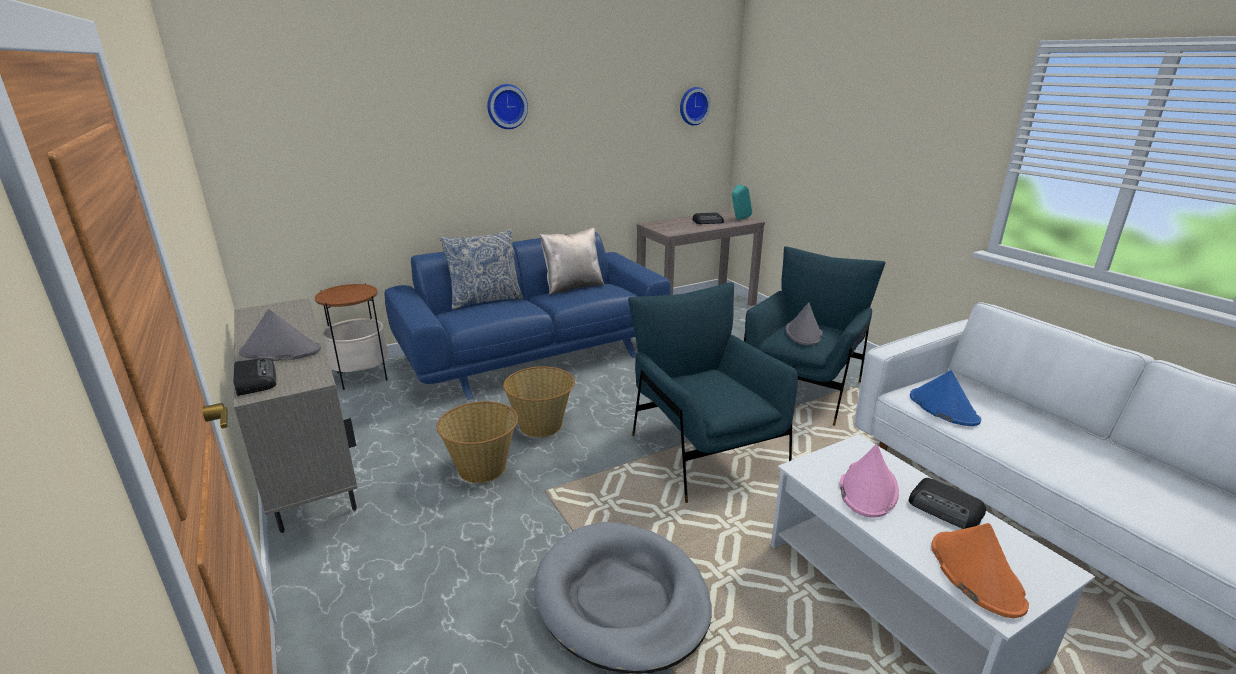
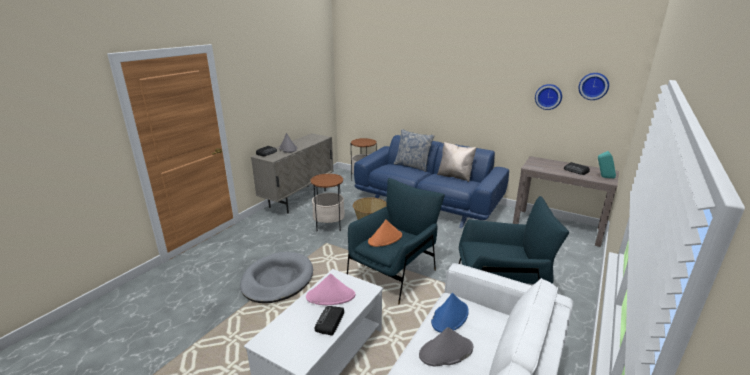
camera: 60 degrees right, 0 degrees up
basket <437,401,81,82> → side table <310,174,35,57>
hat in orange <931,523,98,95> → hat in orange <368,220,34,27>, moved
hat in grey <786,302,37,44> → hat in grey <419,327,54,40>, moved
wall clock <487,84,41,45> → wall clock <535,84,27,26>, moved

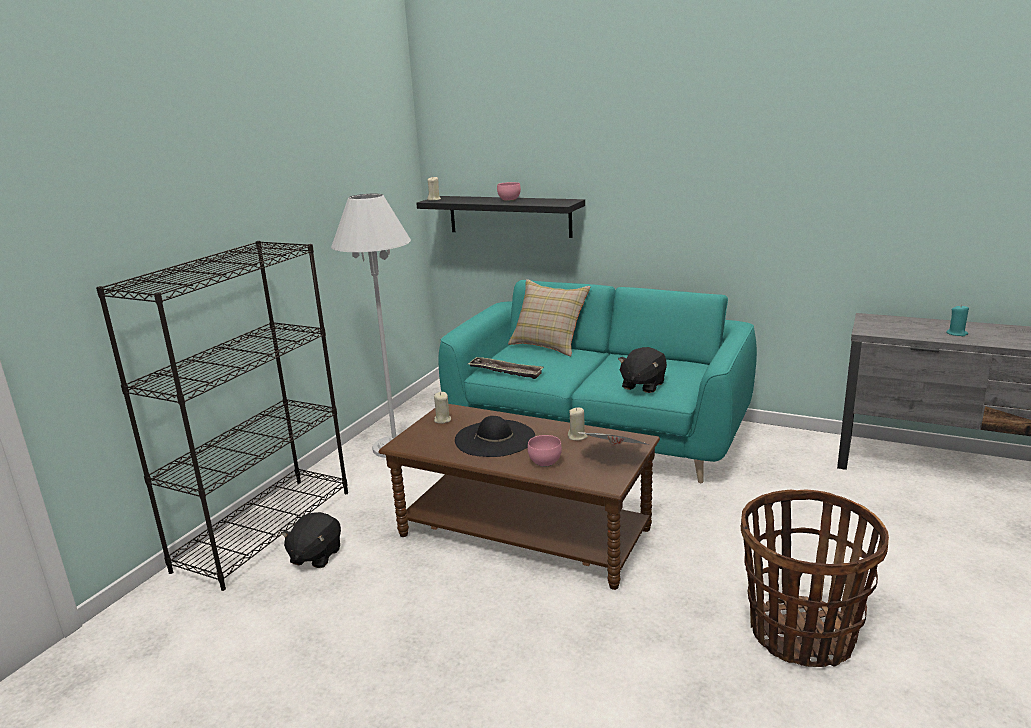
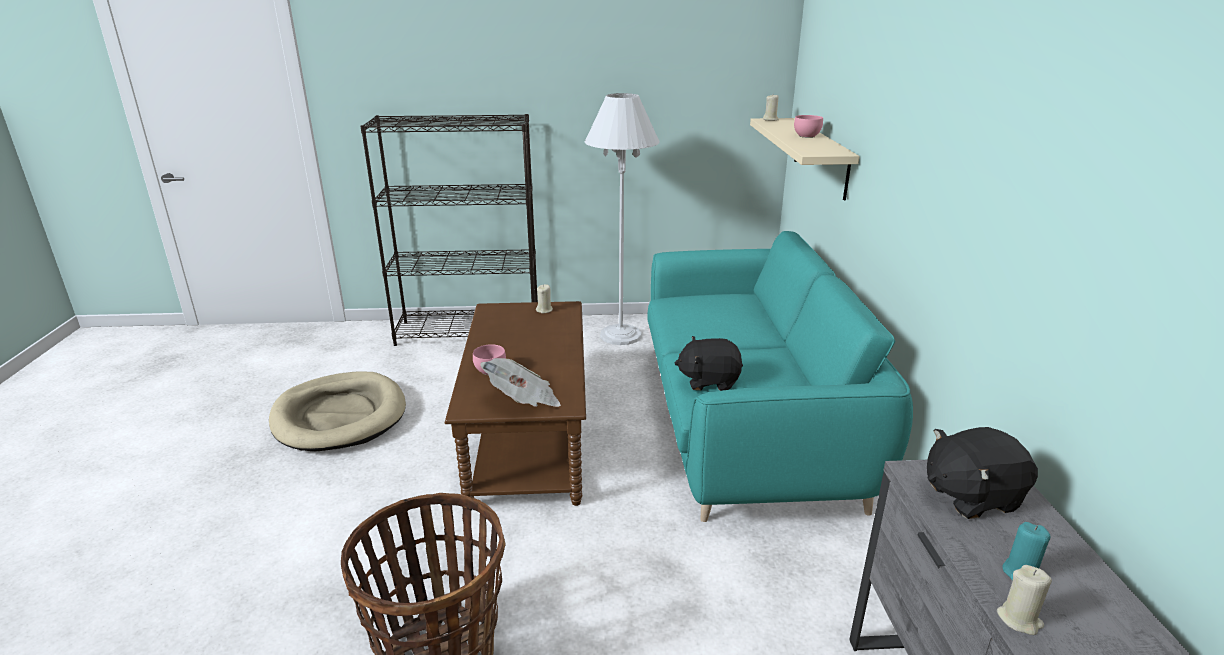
camera: 60 degrees right, 5 degrees up
- → dog bed in beige <269,371,137,81>
shelf in black <416,196,169,42> → shelf in beige <750,118,109,82>
plush toy in black <281,512,60,56> → plush toy in black <927,427,111,92>, moved
candle in beige <568,408,19,33> → candle in beige <997,565,55,70>, moved
hat in black <455,416,80,41> → -
tray <467,357,77,22> → -
pillow in beige <508,279,83,77> → -

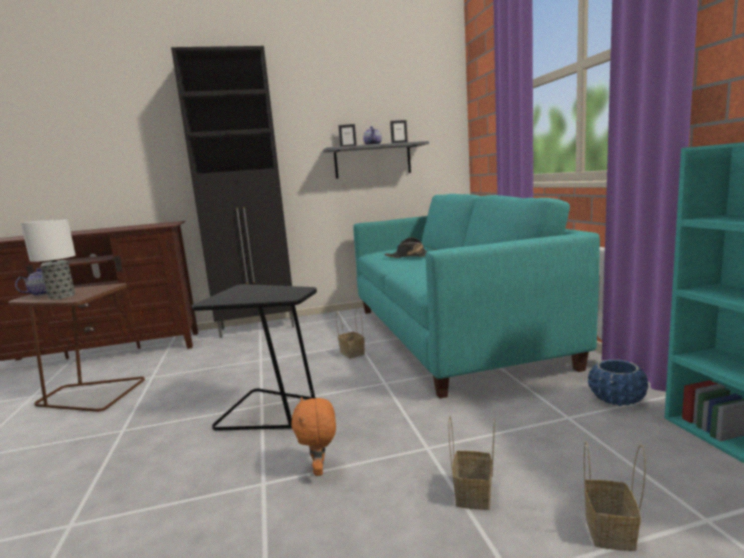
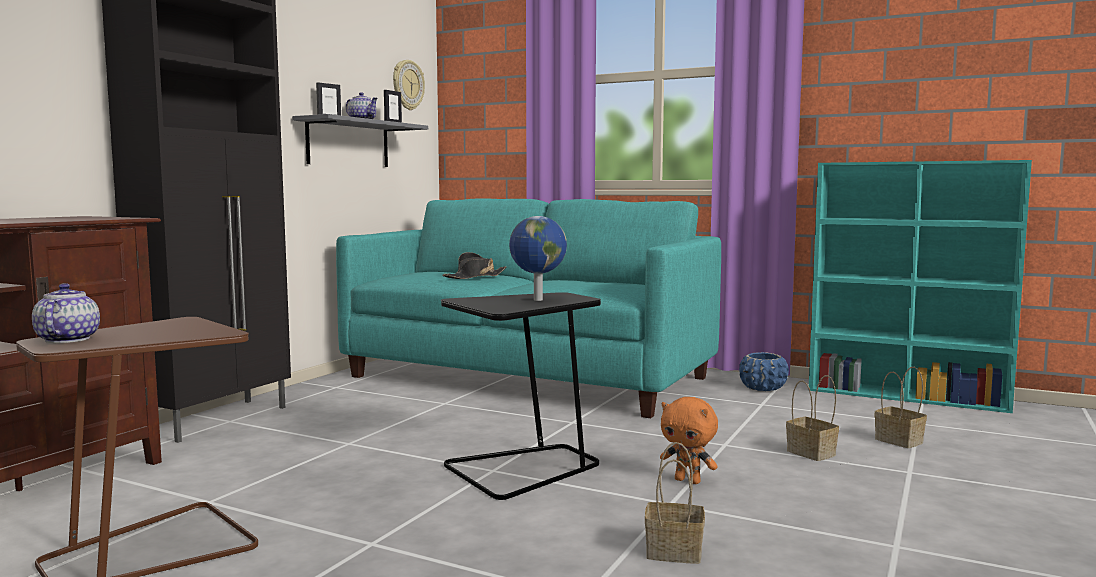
camera: 50 degrees left, 5 degrees down
- → wall clock <393,60,32,50>
- → globe <509,216,58,85>
basket <336,308,29,51> → basket <645,442,60,122>, moved
table lamp <21,218,55,82> → -

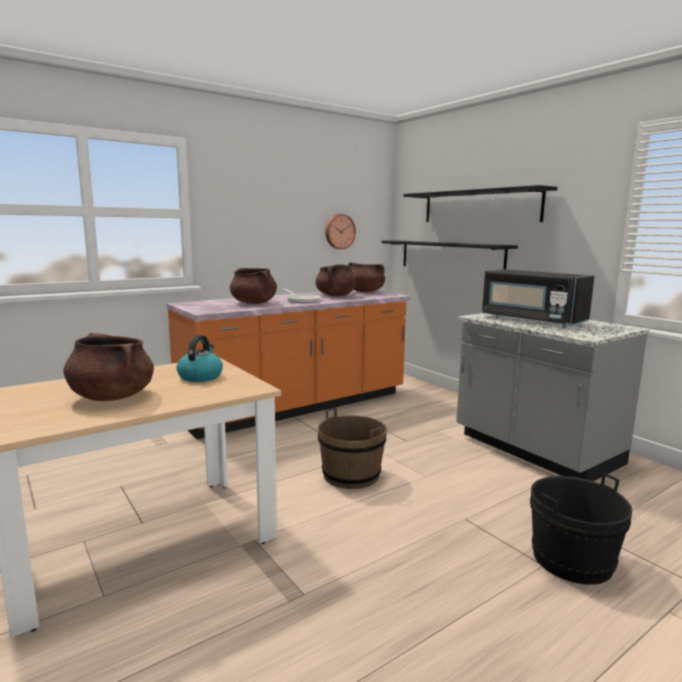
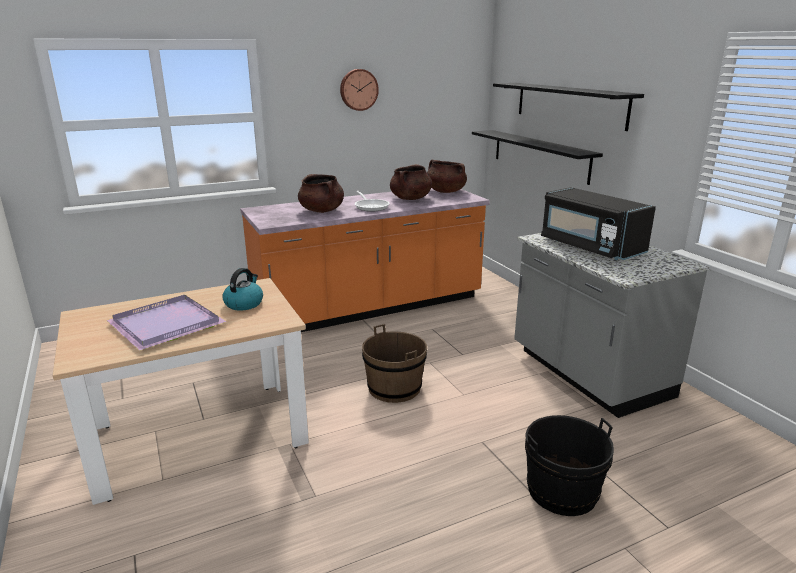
camera: 10 degrees right, 10 degrees up
cooking pot in brown <63,333,91,68> → tray in purple <106,295,120,55>
wall clock <325,214,31,35> → wall clock <340,69,39,42>, moved

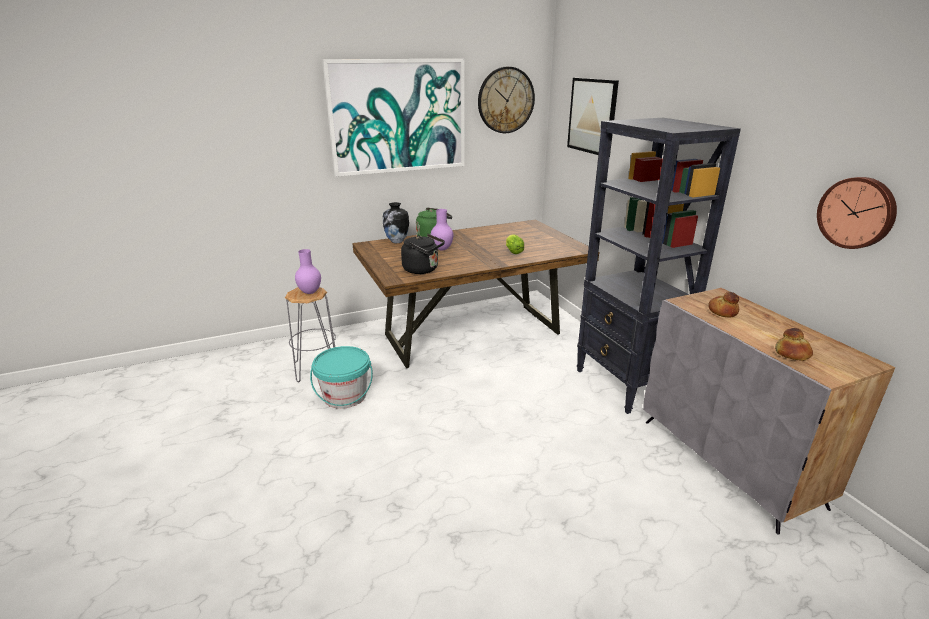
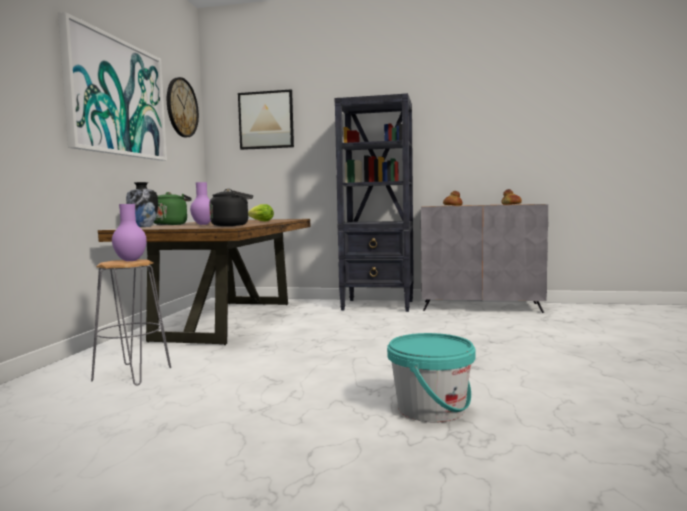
camera: 55 degrees left, 20 degrees down
bucket in turquoise <310,346,63,63> → bucket in turquoise <387,333,88,90>, moved
wall clock <817,177,80,72> → -

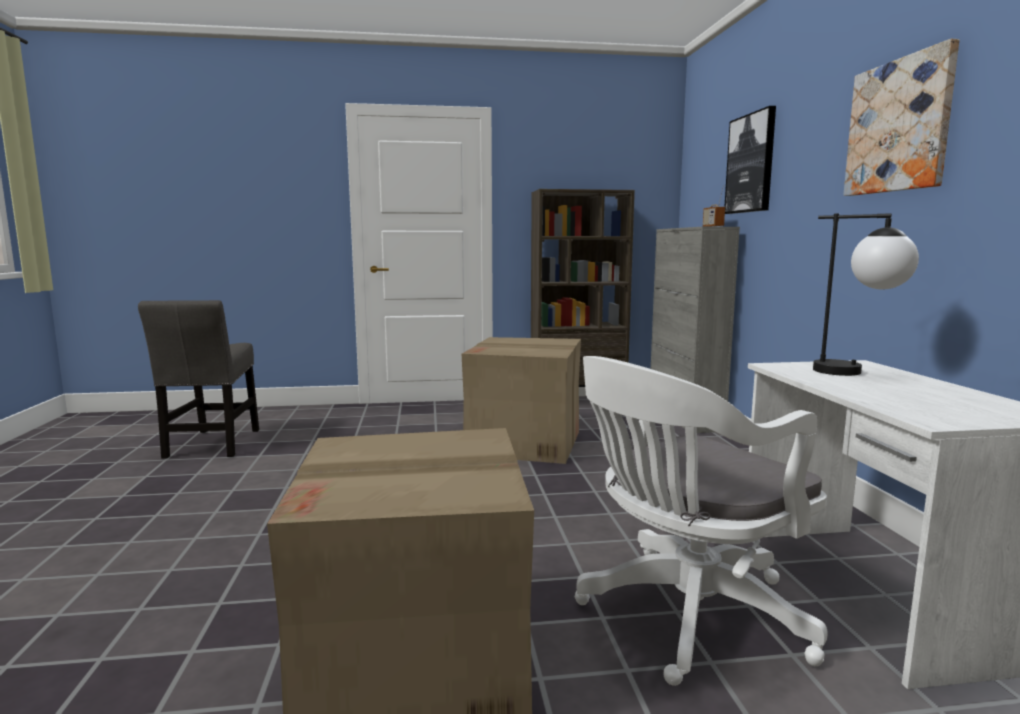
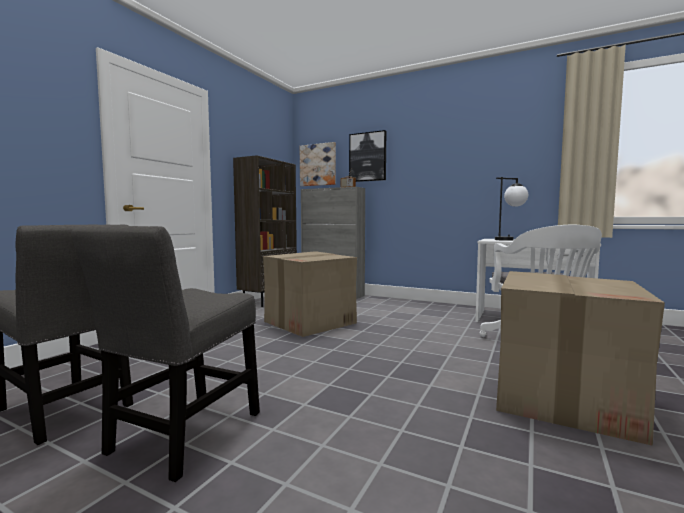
camera: 55 degrees left, 5 degrees down
- → chair in grey <71,226,189,256>
picture <843,39,117,157> → picture <300,142,36,44>, moved

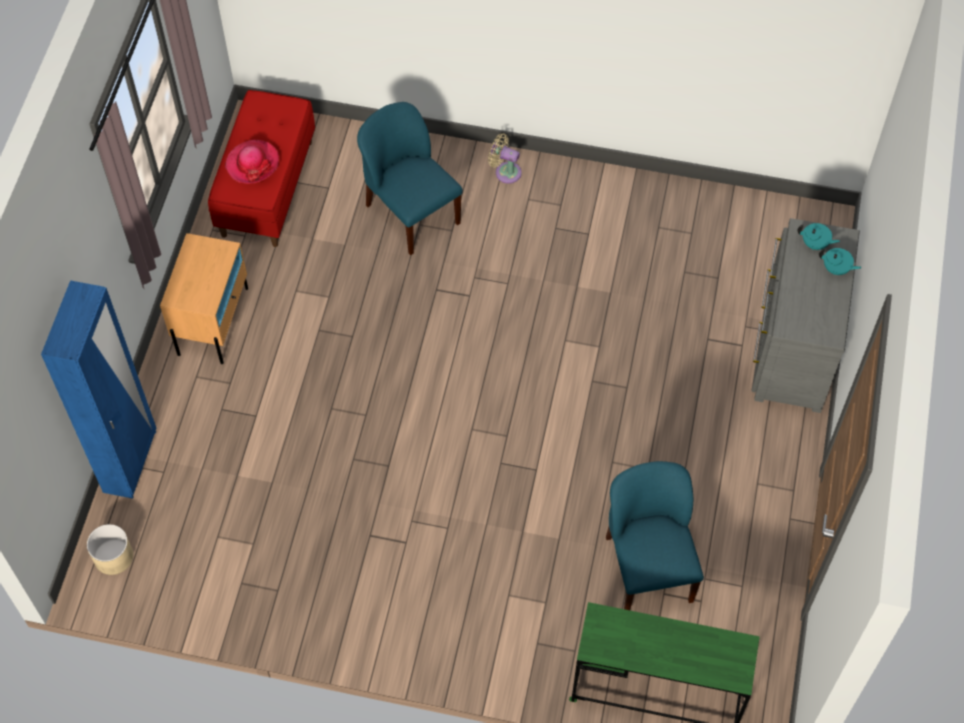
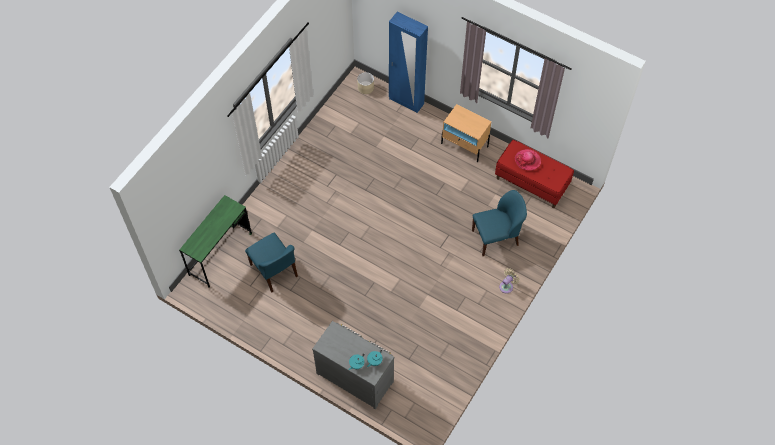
camera: 110 degrees right, 0 degrees up
chair in blue <606,461,98,149> → chair in blue <245,233,53,60>, 45 degrees clockwise

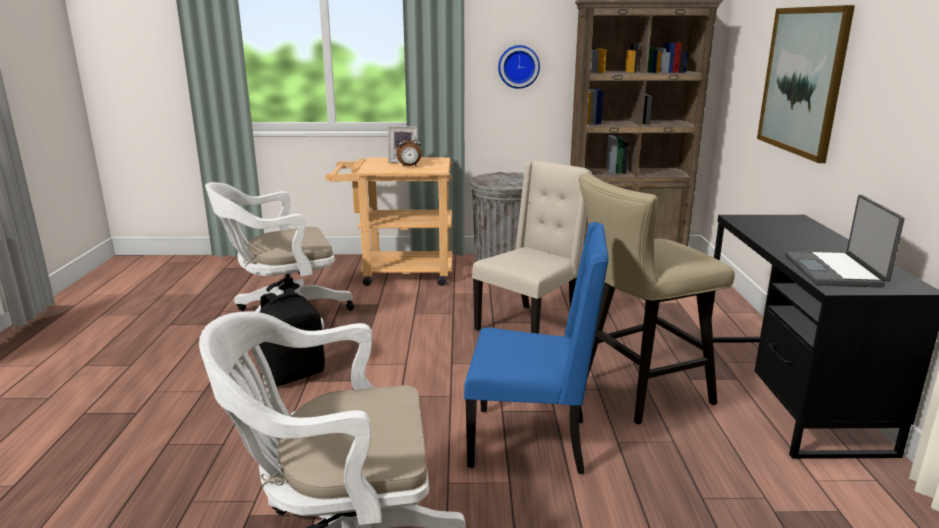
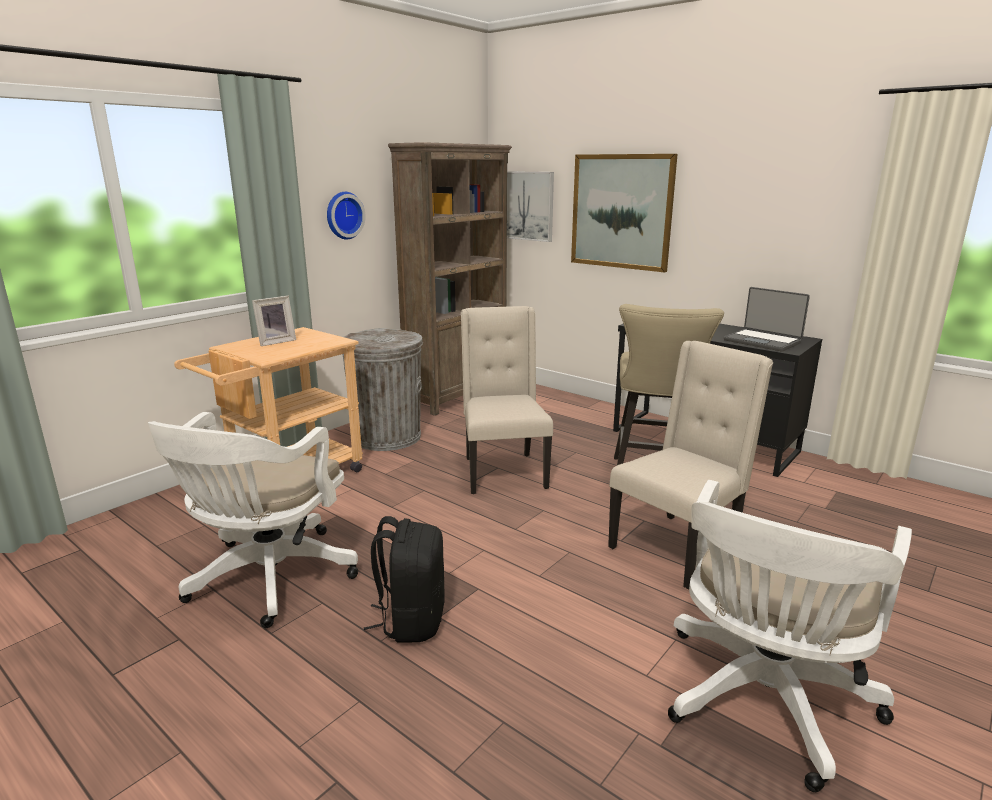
camera: 50 degrees left, 0 degrees up
- → picture <507,171,47,71>
chair in blue <464,222,145,252> → chair in beige <608,341,165,248>
alarm clock <396,133,26,34> → -

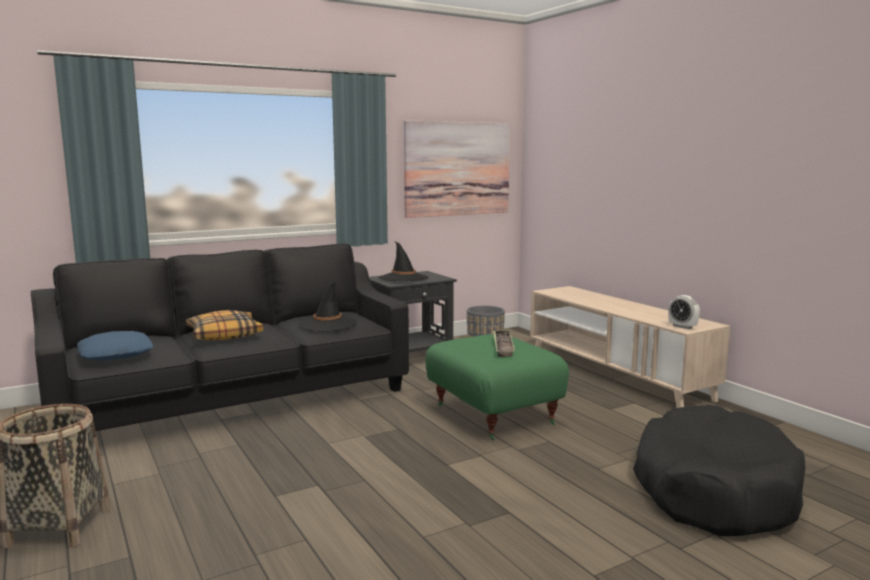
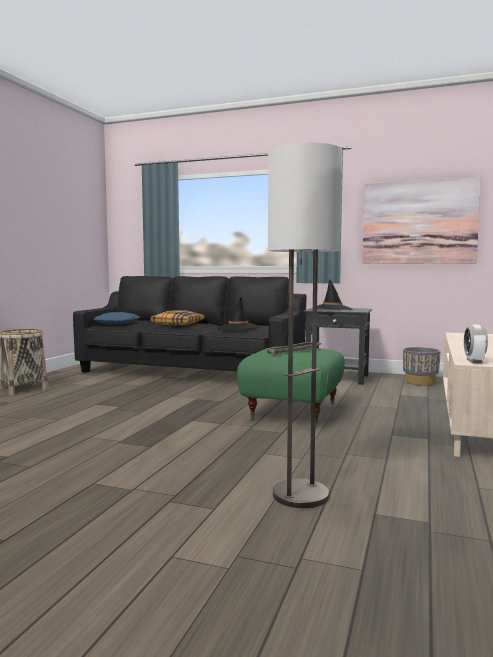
camera: 50 degrees right, 5 degrees down
dog bed in black <633,405,172,131> → floor lamp <268,142,74,366>

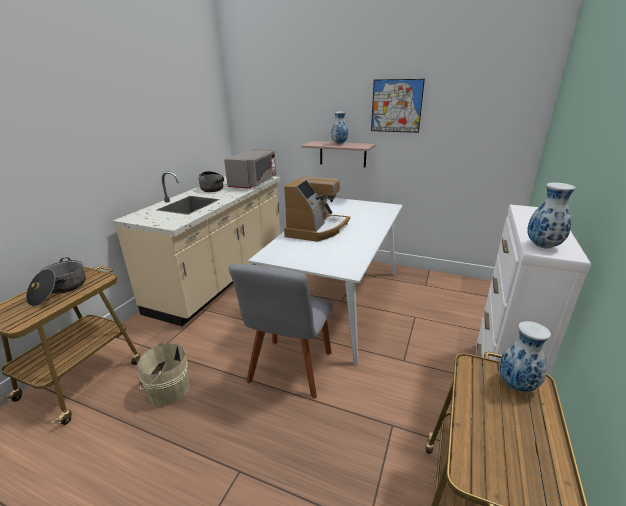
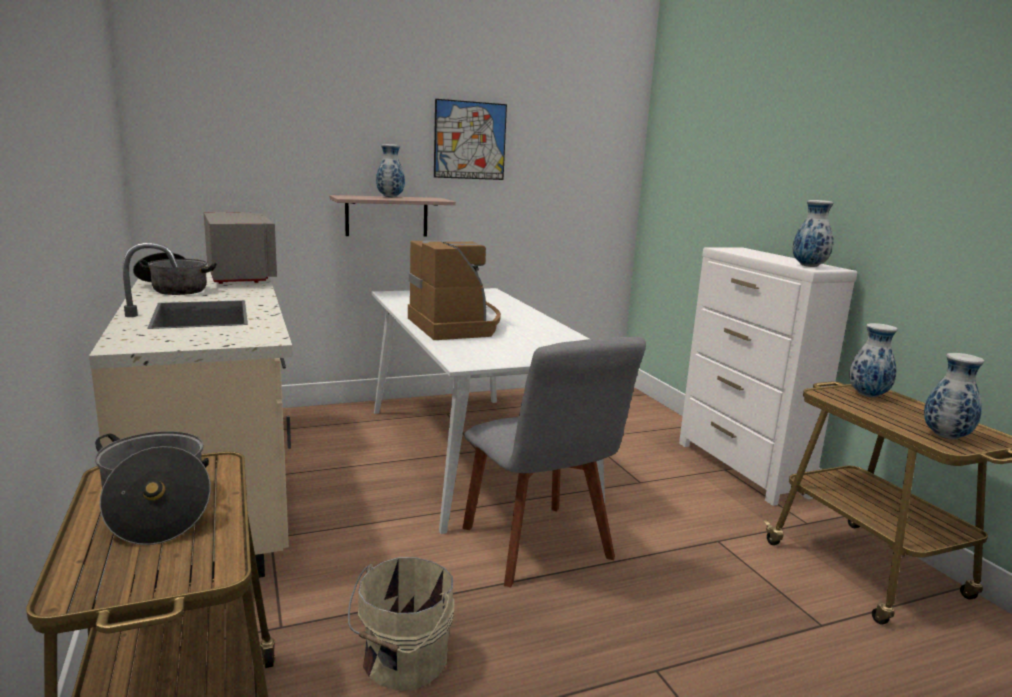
camera: 45 degrees left, 10 degrees down
- → vase <924,353,61,86>

